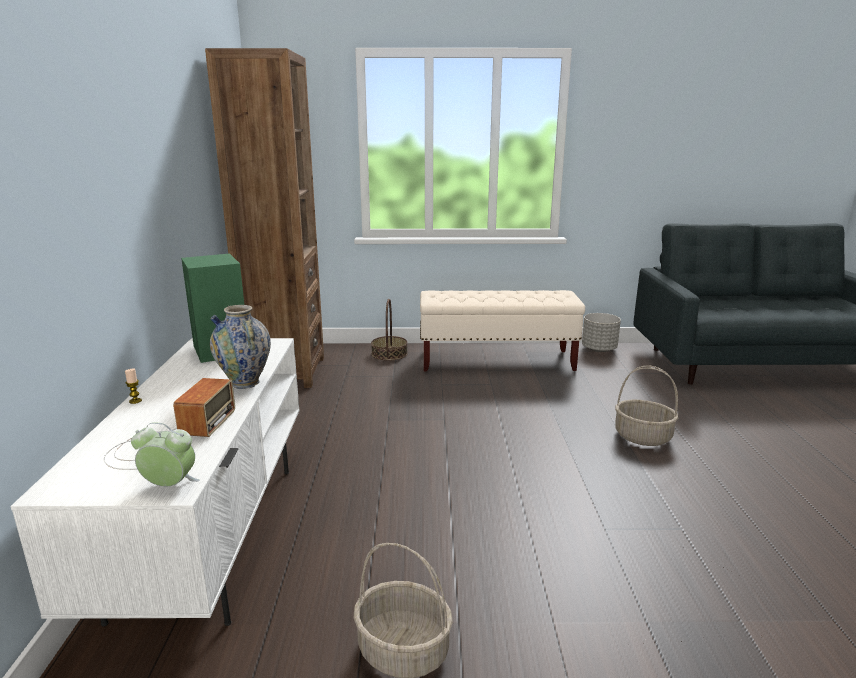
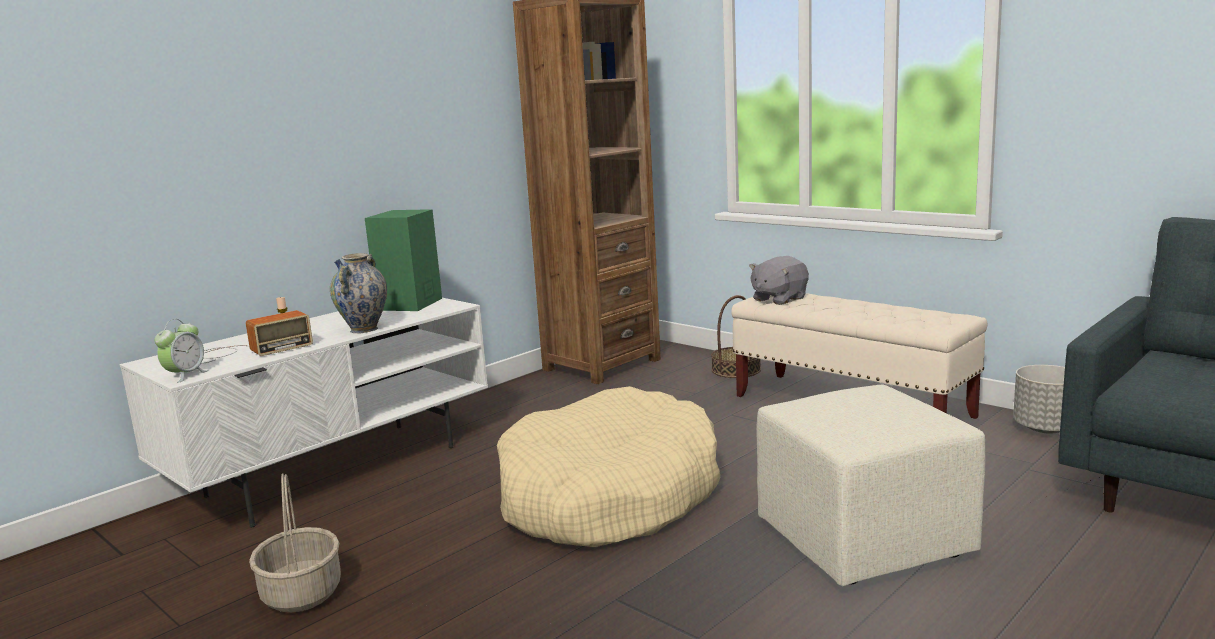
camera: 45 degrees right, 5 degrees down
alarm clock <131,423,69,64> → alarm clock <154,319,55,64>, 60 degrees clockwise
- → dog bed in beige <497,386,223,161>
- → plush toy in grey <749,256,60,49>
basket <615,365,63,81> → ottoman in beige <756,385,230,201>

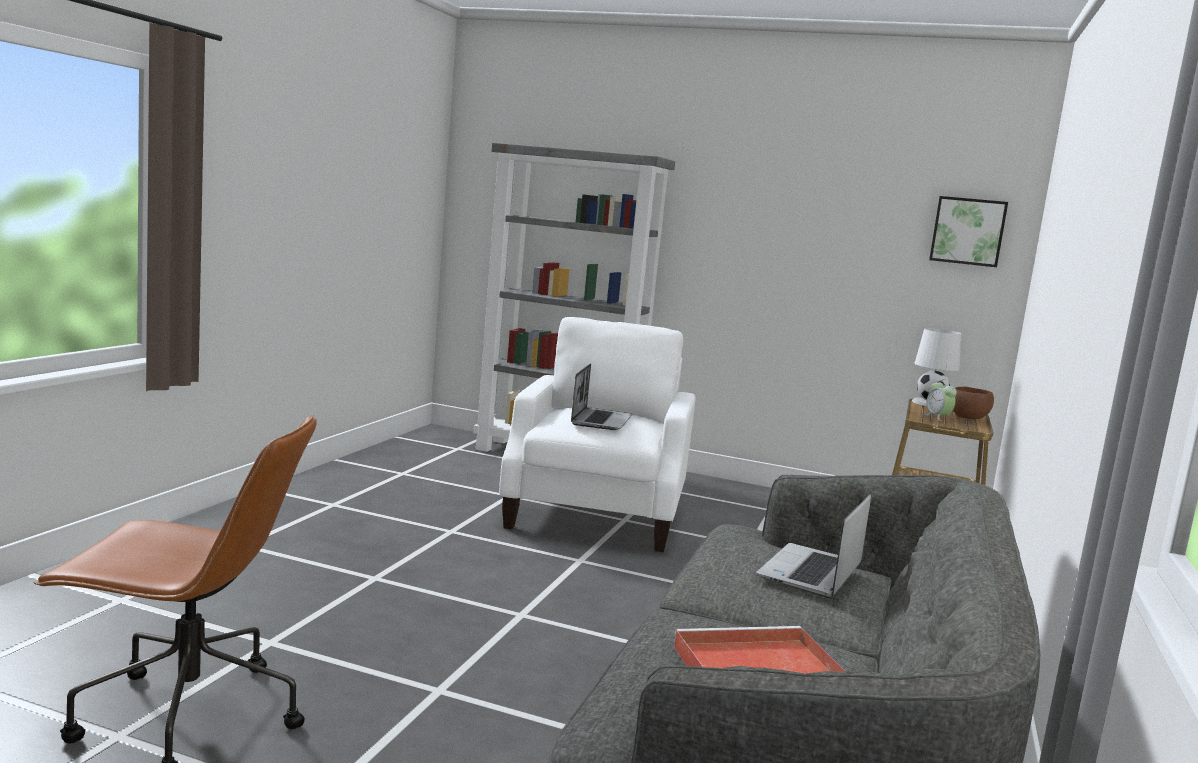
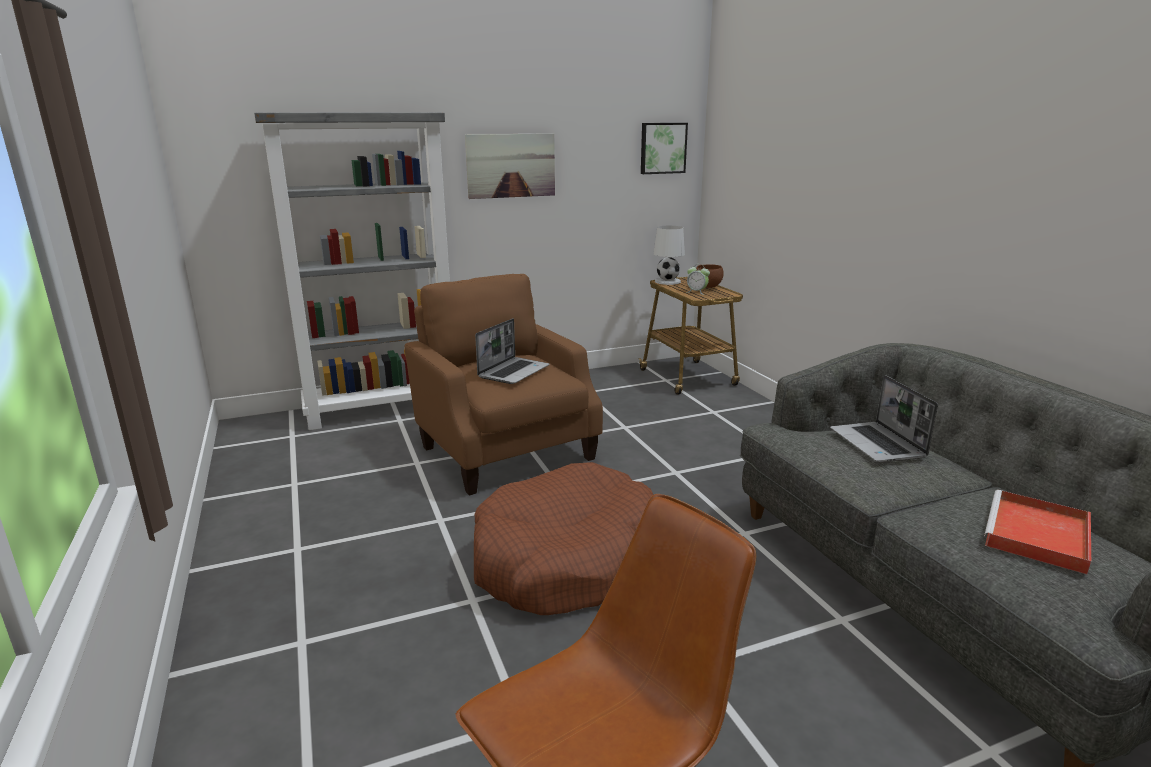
camera: 40 degrees left, 10 degrees up
armchair in white <499,317,197,235> → armchair in brown <404,274,199,221>
- → picture <465,133,90,66>
- → dog bed in brown <474,462,179,153>
laptop <571,363,61,67> → laptop <475,318,75,66>, 60 degrees clockwise

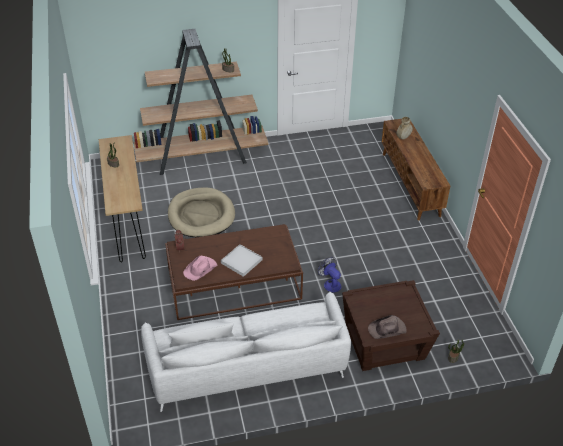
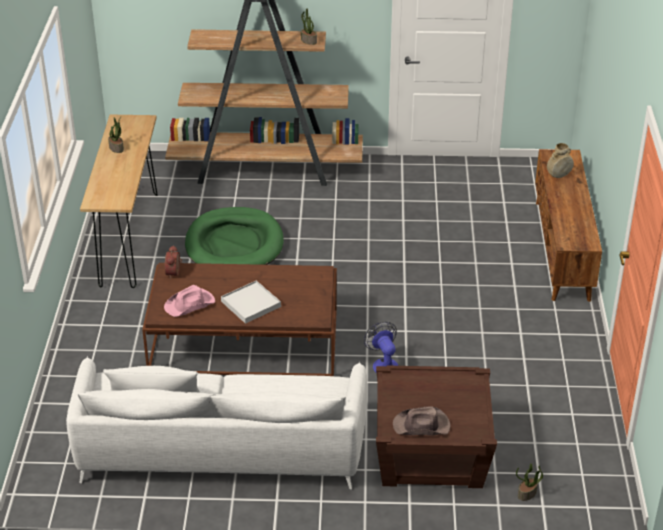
camera: 15 degrees right, 5 degrees down
dog bed in beige <168,188,67,49> → dog bed in green <185,207,98,58>

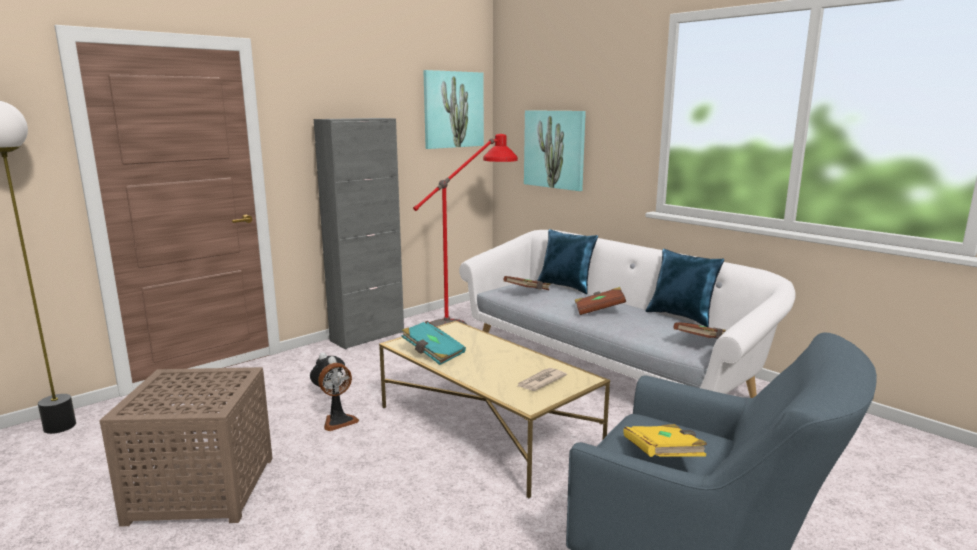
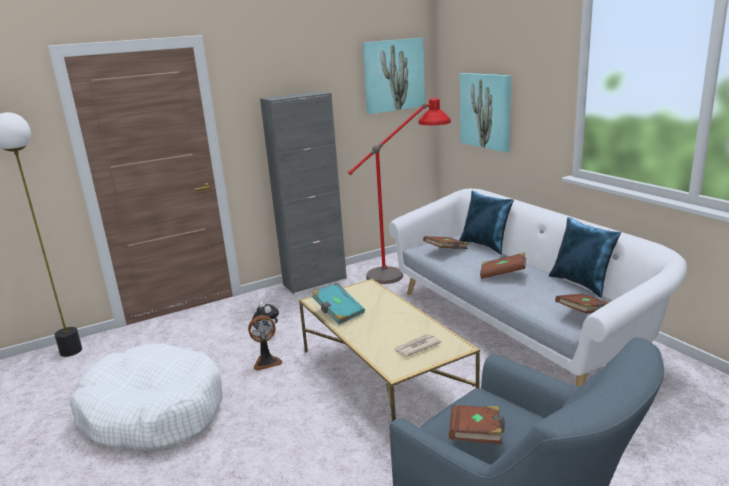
camera: 15 degrees right, 5 degrees up
side table in brown <99,367,174,160> → dog bed in white <70,343,153,107>
book in yellow <623,424,84,33> → book in brown <449,405,56,39>

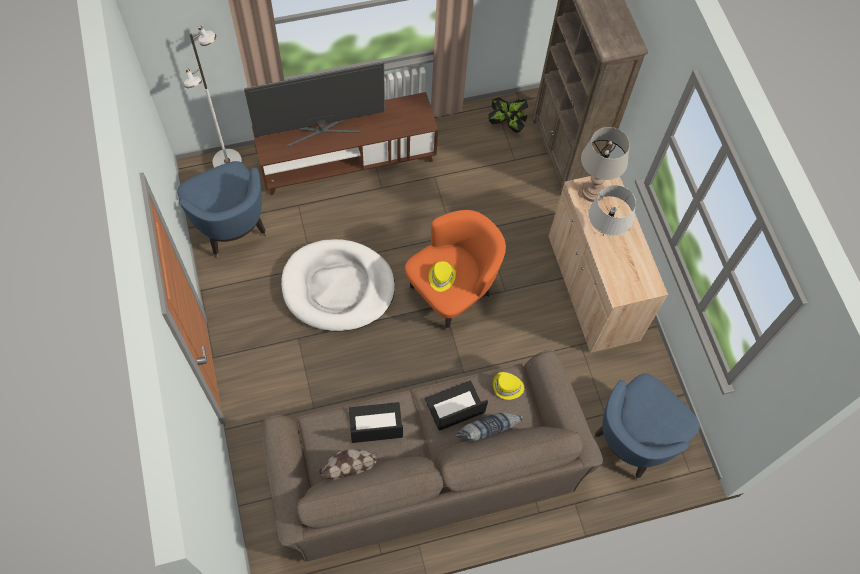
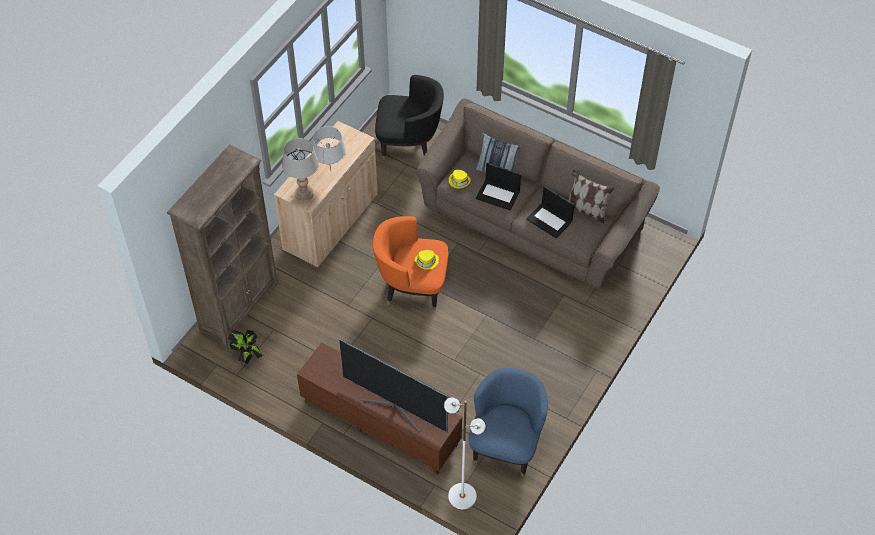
camera: 130 degrees left, 10 degrees down
armchair in blue <593,373,107,108> → armchair in black <375,75,69,85>
dog bed in white <281,239,114,93> → -

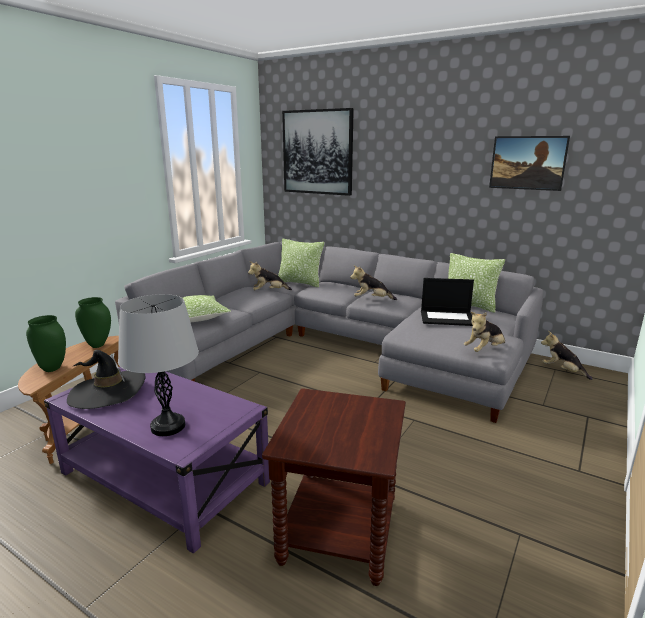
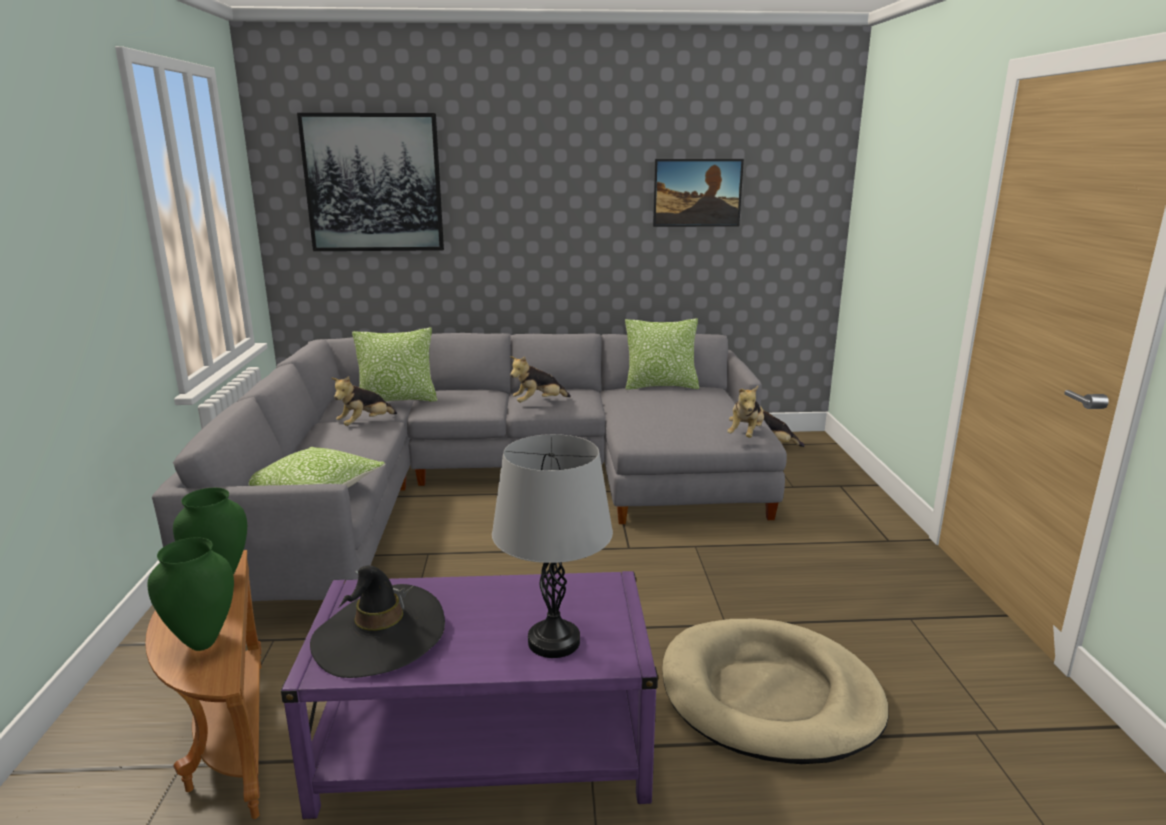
camera: 35 degrees left, 0 degrees up
side table in brown <262,388,144,198> → dog bed in beige <662,619,226,145>
laptop <421,278,53,48> → -

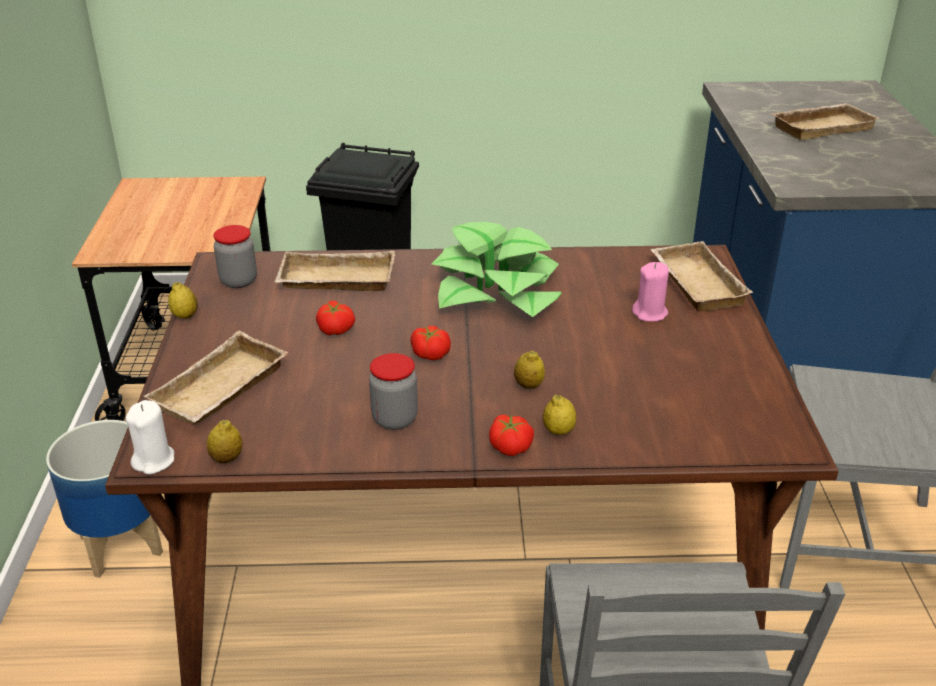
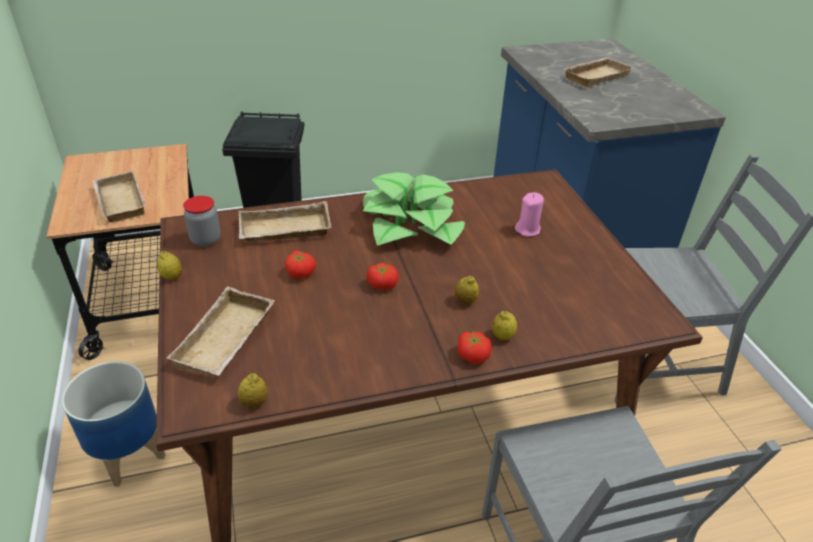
camera: 15 degrees left, 5 degrees up
tray in beige <651,241,102,70> → tray in beige <92,171,54,51>, moved
candle in white <126,400,49,74> → -
jar <369,353,49,77> → -

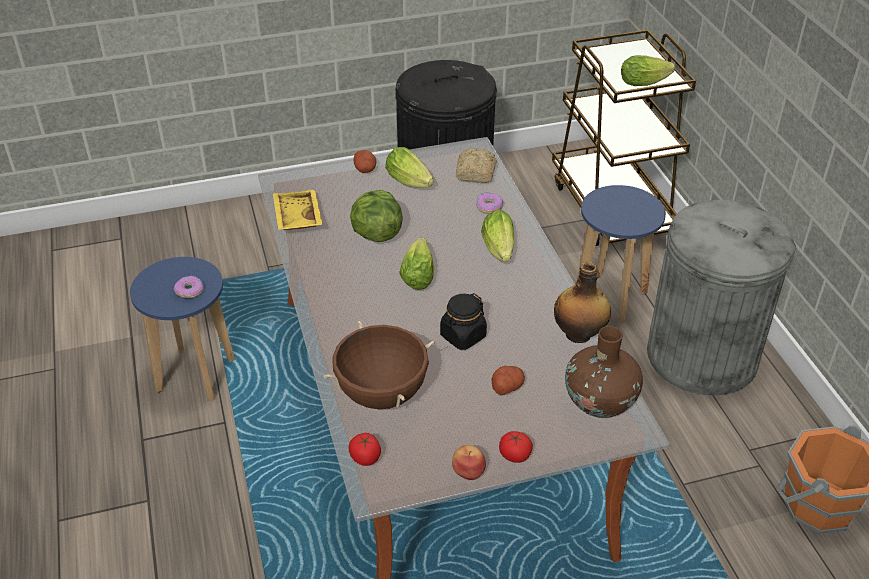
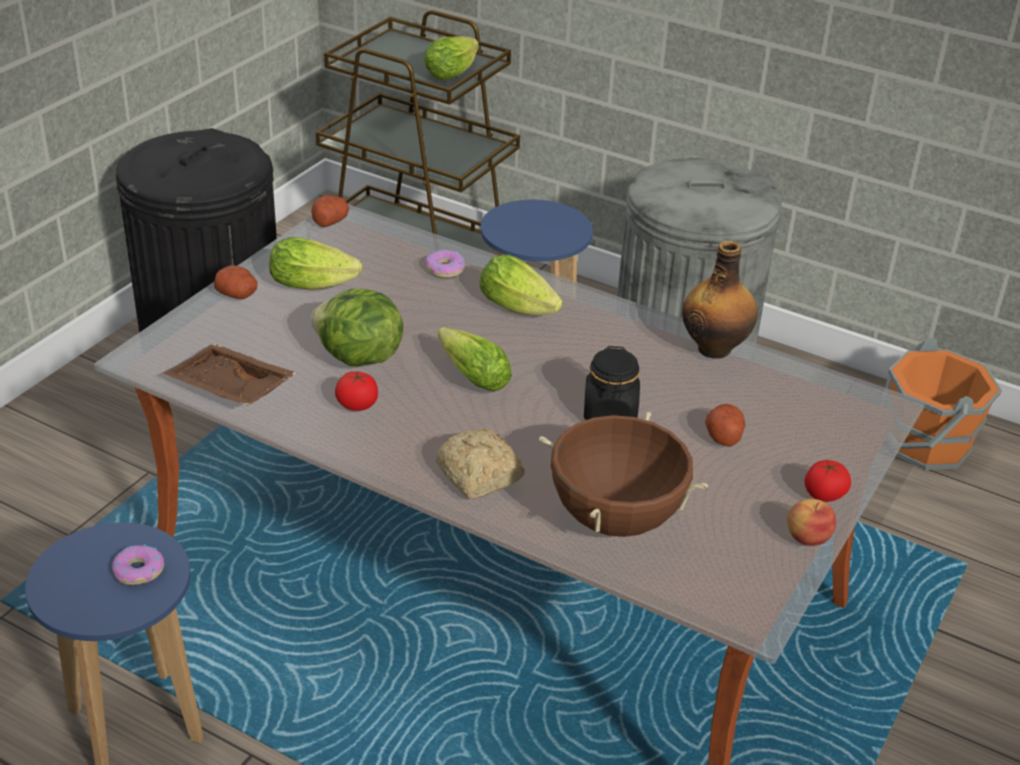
camera: 45 degrees left, 5 degrees down
tray in yellow <273,190,50,40> → tray in brown <163,344,133,62>
- → potato <311,196,38,31>
tomato <349,433,32,33> → tomato <335,371,43,40>, moved
bread <456,148,41,35> → bread <436,429,89,70>, moved
vase in brown <565,326,78,92> → -

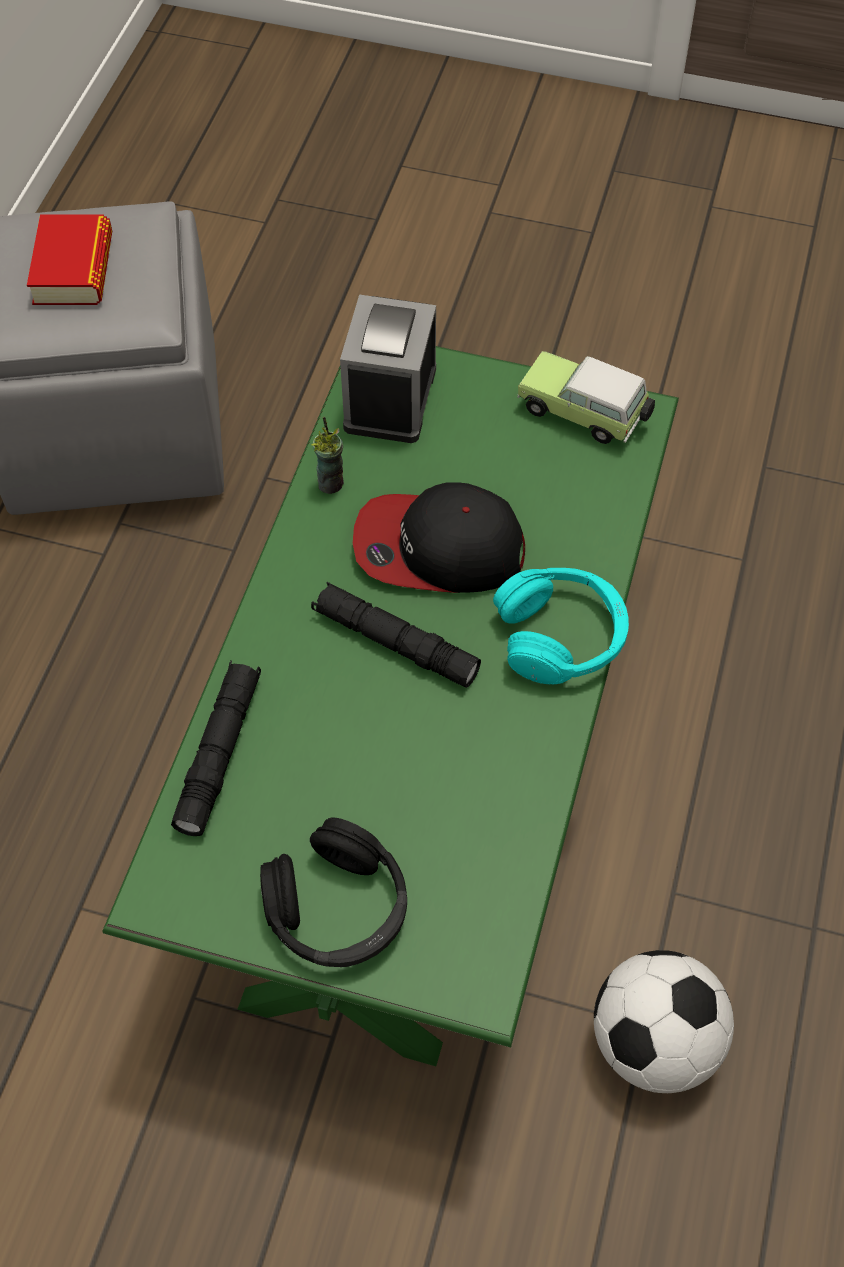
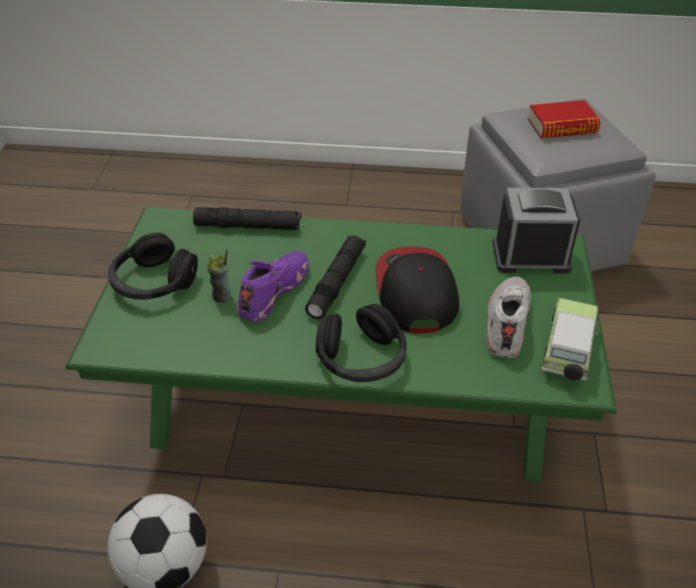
camera: 80 degrees right, 15 degrees down
cup <311,417,33,77> → cup <207,249,25,54>, moved
- → shoe in purple <237,251,72,71>
headphones in turquoise <493,568,136,116> → headphones in black <316,304,91,78>
- → shoe in white <487,277,44,81>

